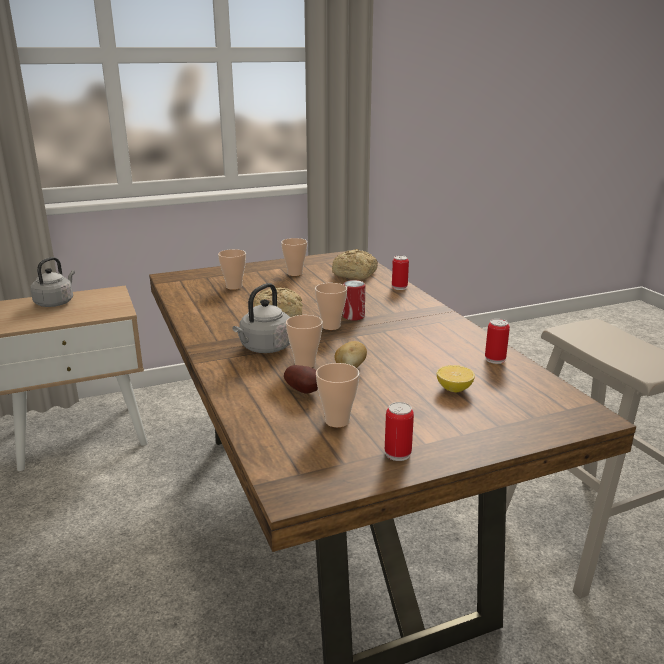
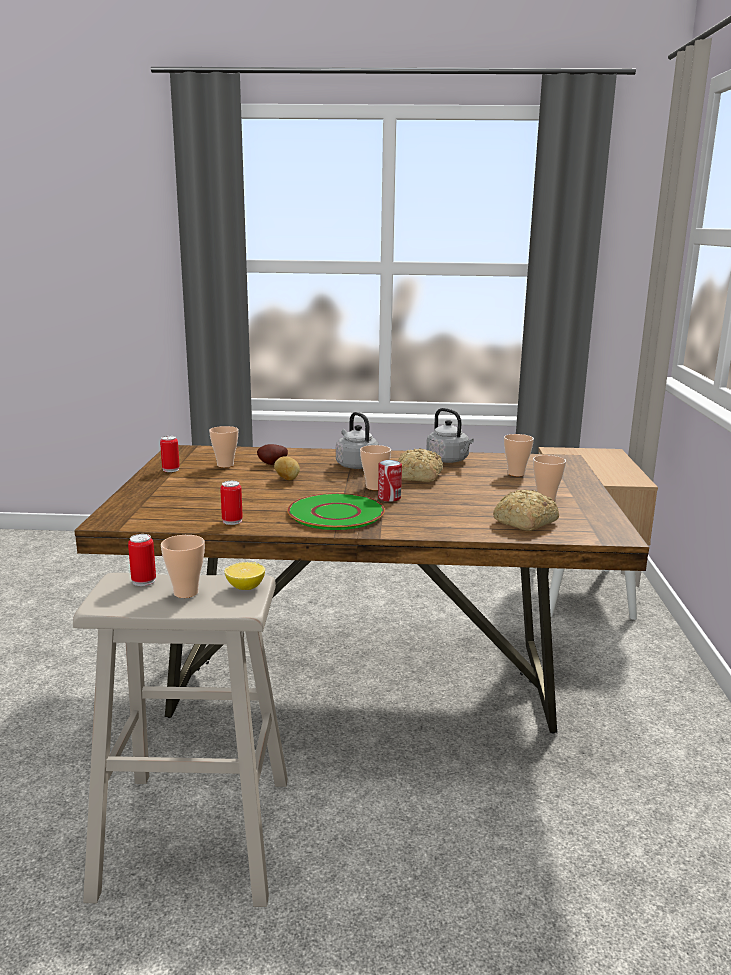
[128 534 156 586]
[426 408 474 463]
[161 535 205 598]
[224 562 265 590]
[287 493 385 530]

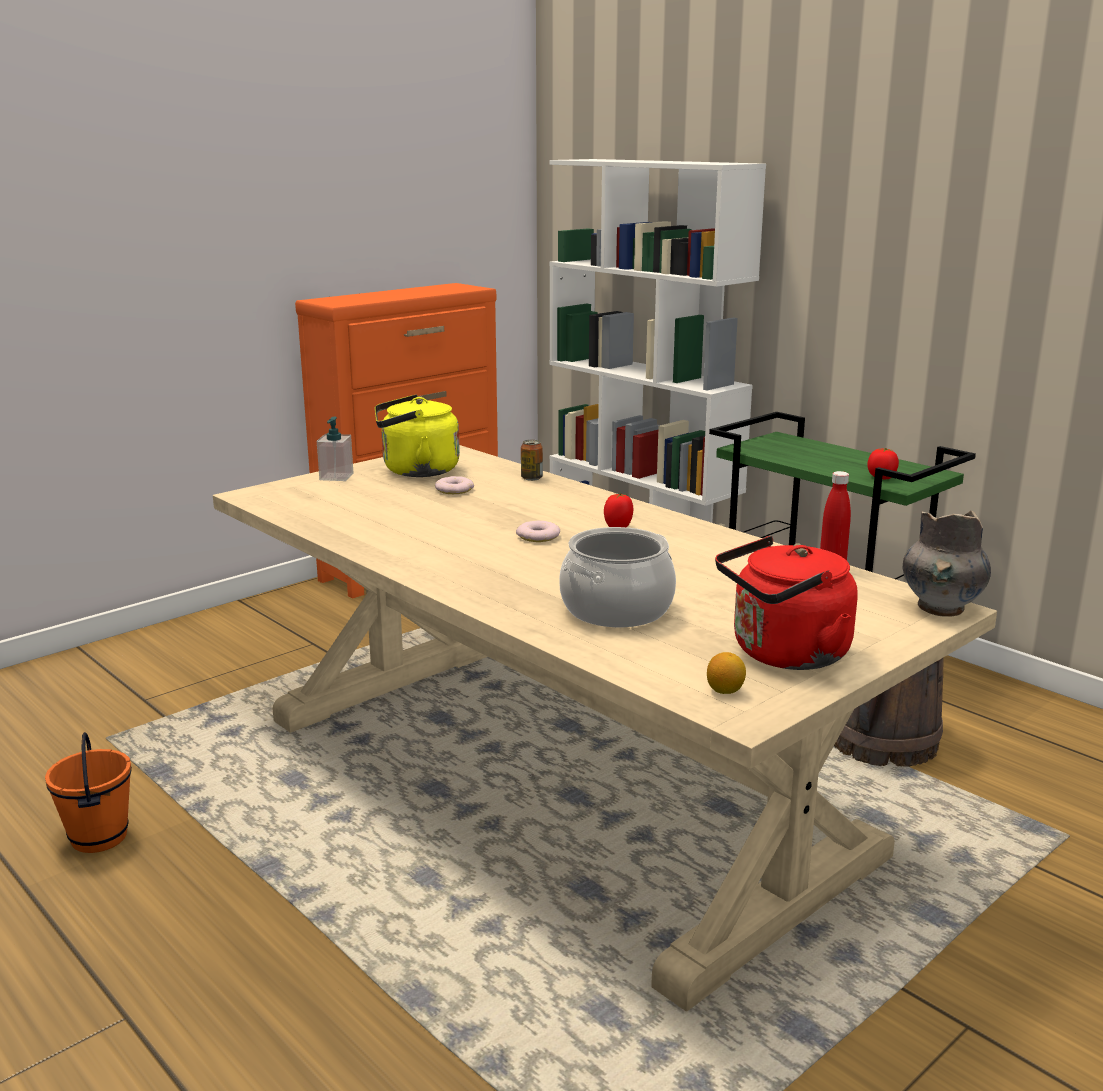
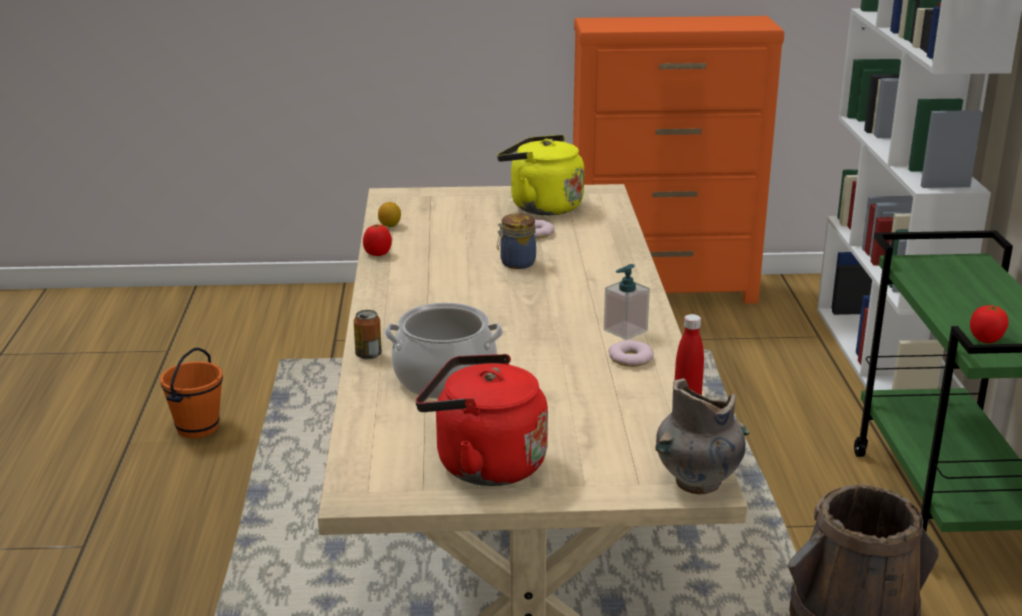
[604 264 650 340]
[354 310 381 360]
[363 224 392 256]
[608 340 654 367]
[378 202 401 227]
[497 213 536 269]

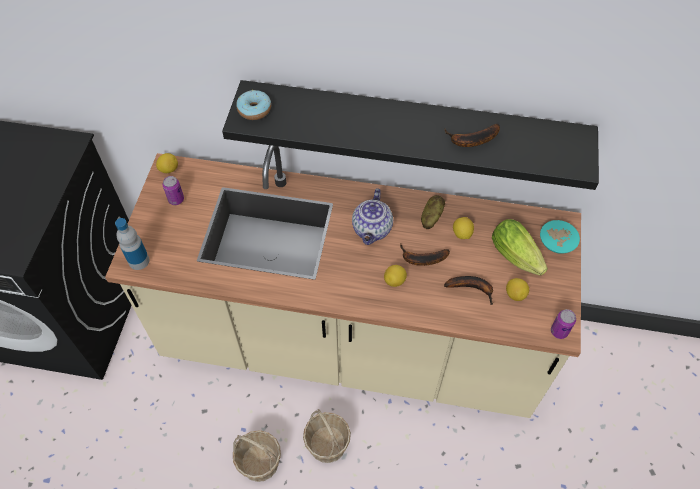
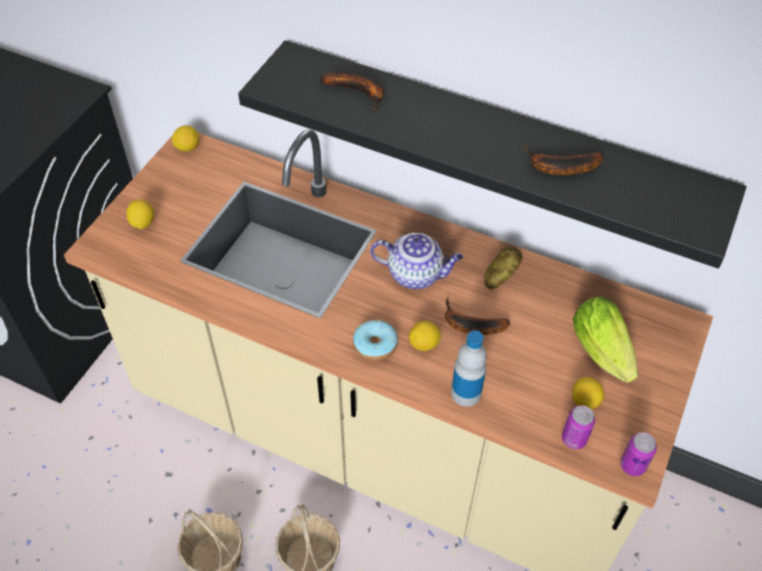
[353 320 398 361]
[562 406 595 449]
[370 233 463 289]
[126 199 154 229]
[451 330 487 407]
[540 220 580 254] (first image)
[320 72 384 112]

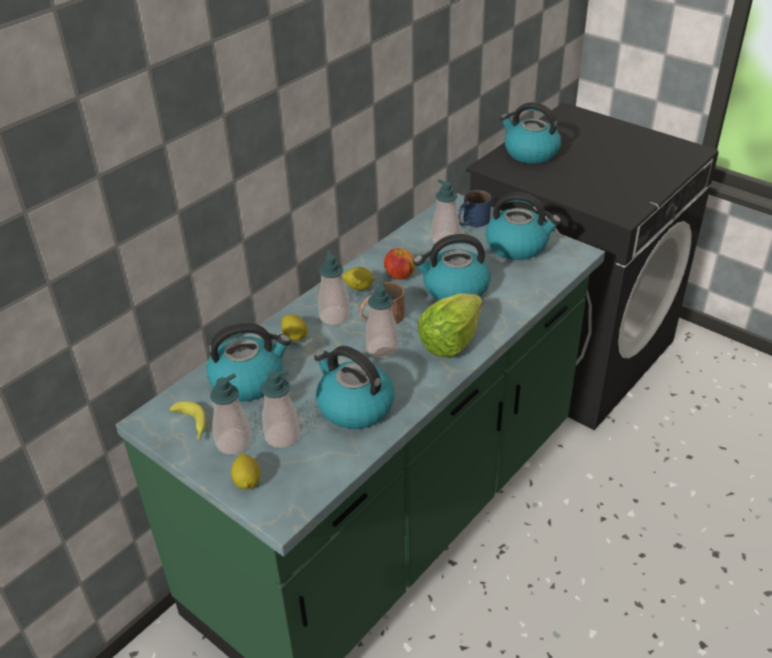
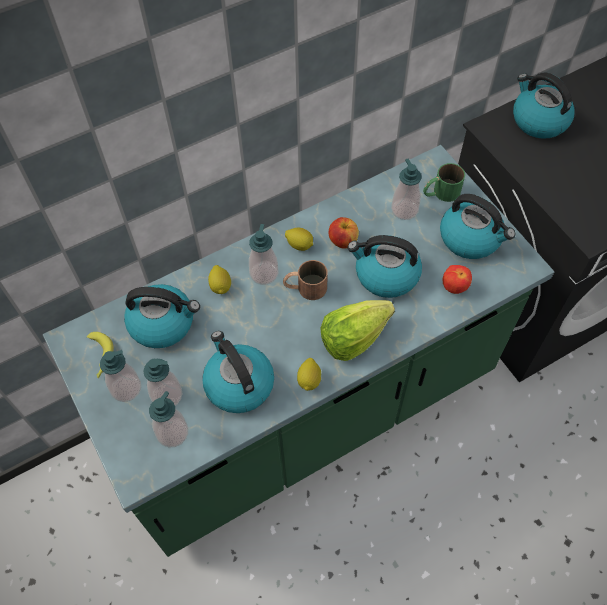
[423 163 465 202]
[149 391 188 447]
[297 358 322 391]
[443 265 472 294]

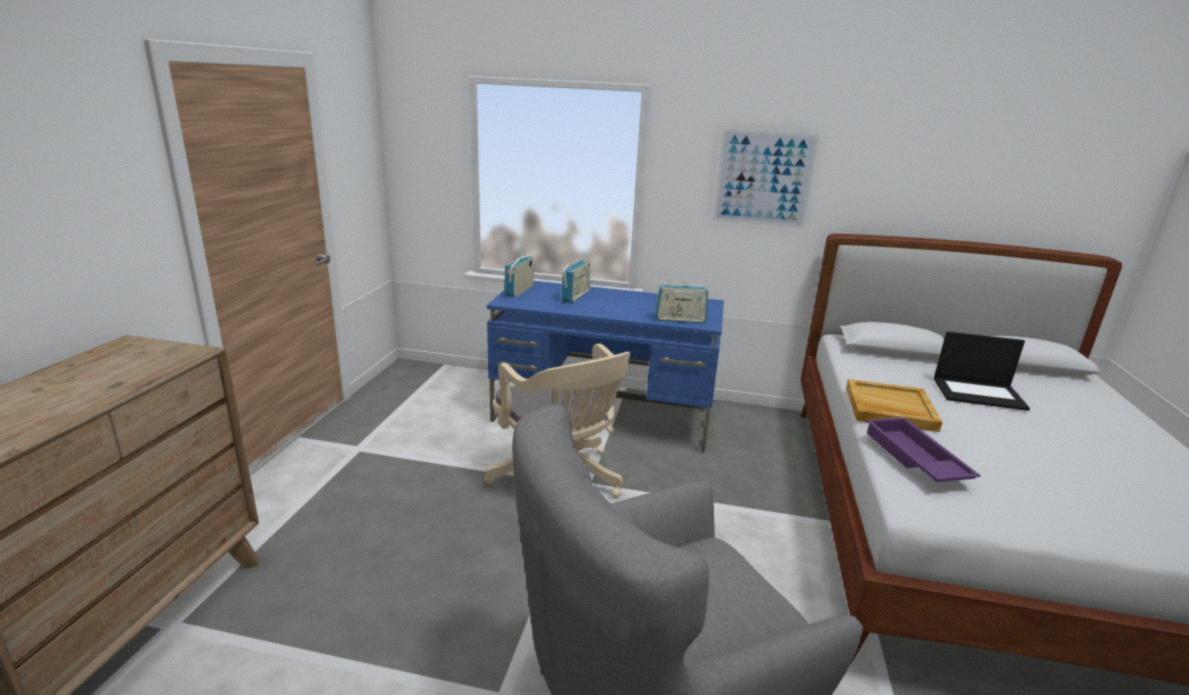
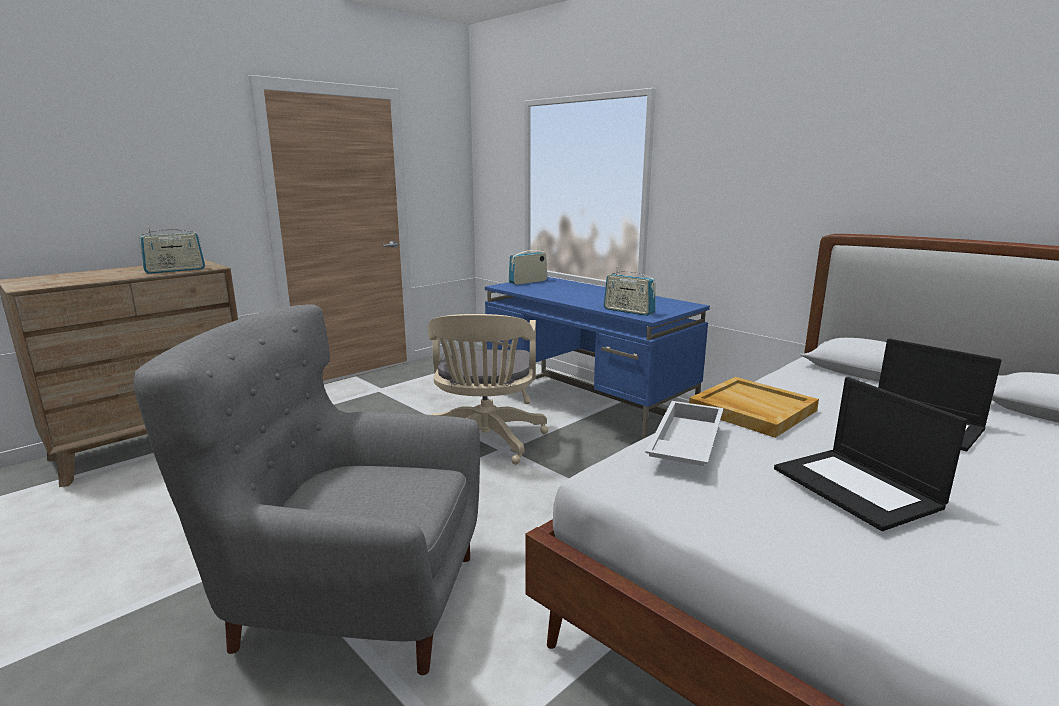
[713 128 819 228] (first image)
[139 226 205 274]
[645 401 724 466]
[774 377 968 531]

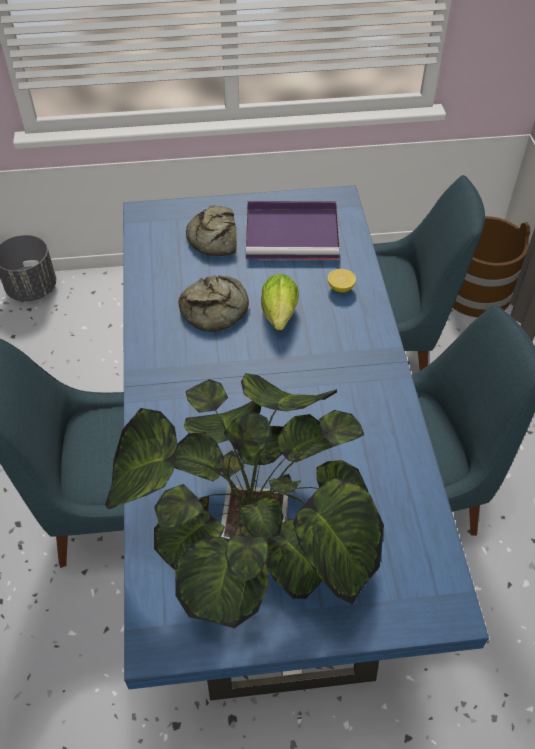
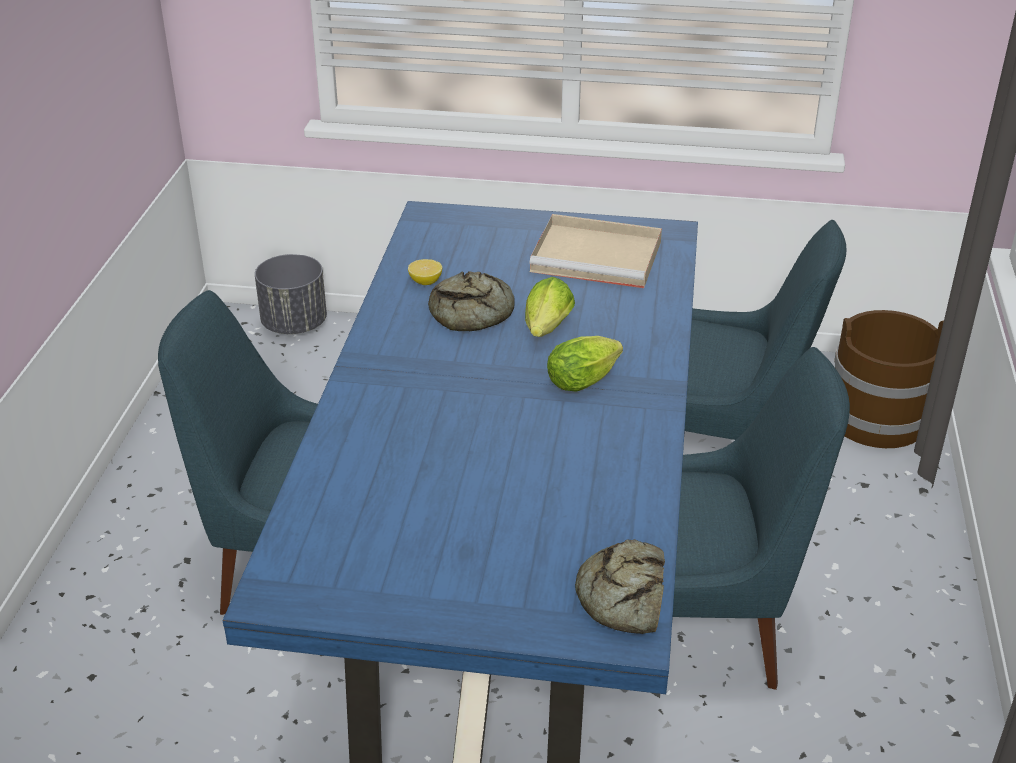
[529 214 662 288]
[575 539 665 634]
[408 259 442 285]
[105 373 384 628] (first image)
[547 336 623 392]

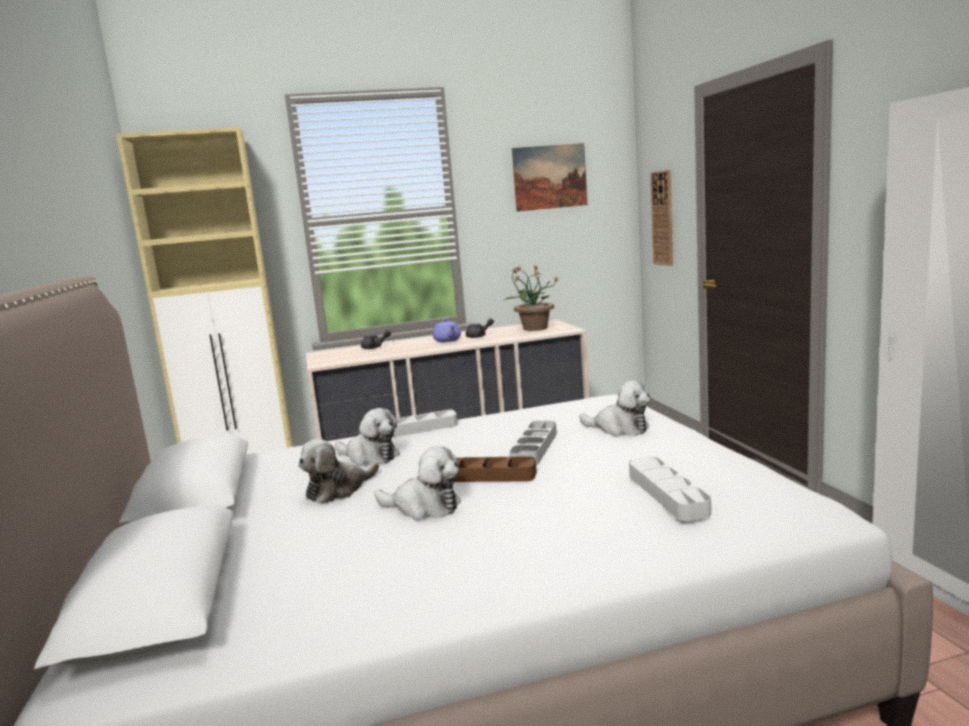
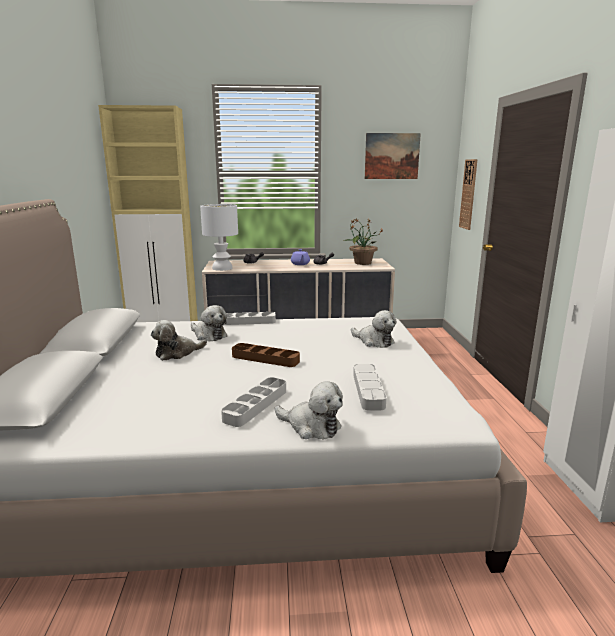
[221 377 286 427]
[274 381 343 440]
[200 204 238 271]

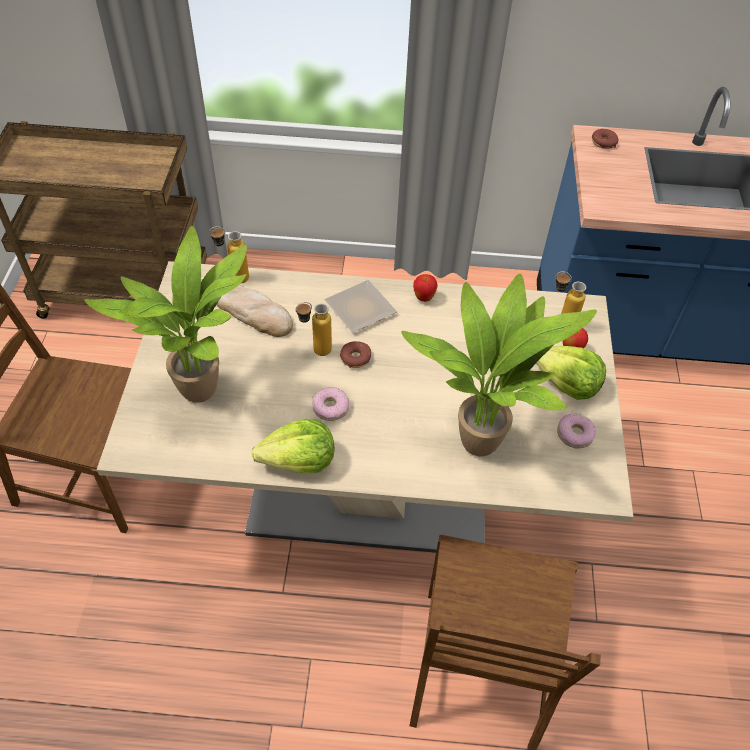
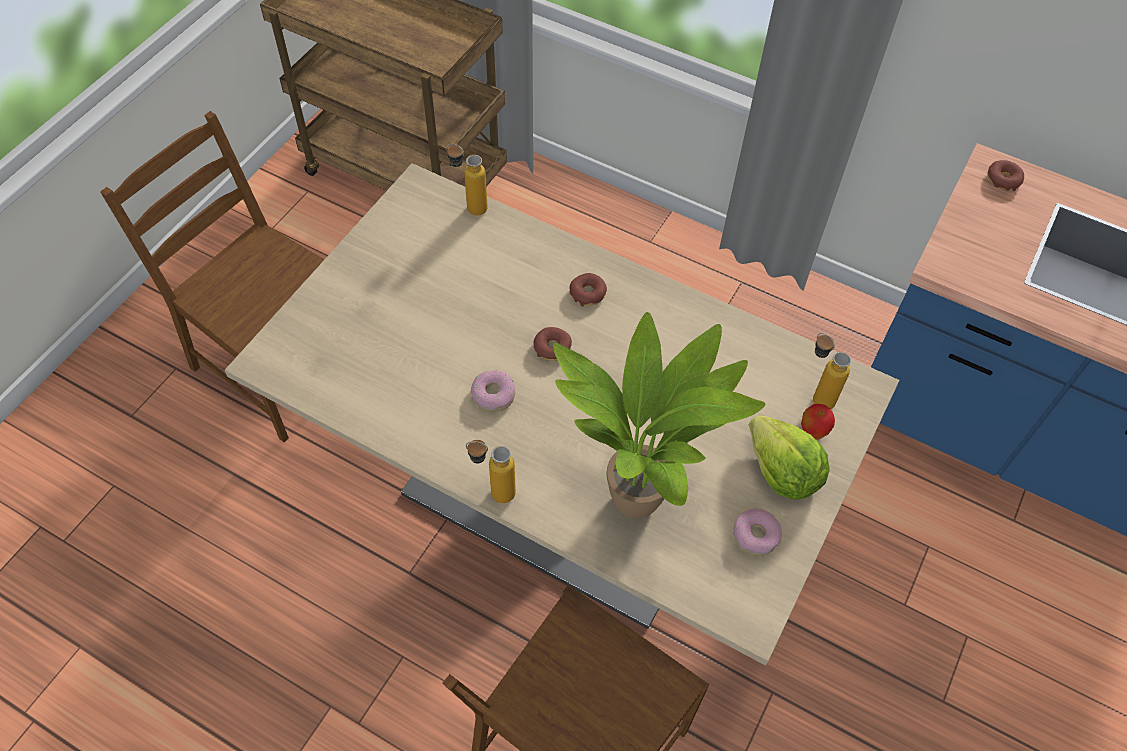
[84 226 247 403] (first image)
[413 274 438 302] (first image)
[570 273 607 307]
[216 285 293 337] (first image)
[466 440 516 503]
[252 419 334 473] (first image)

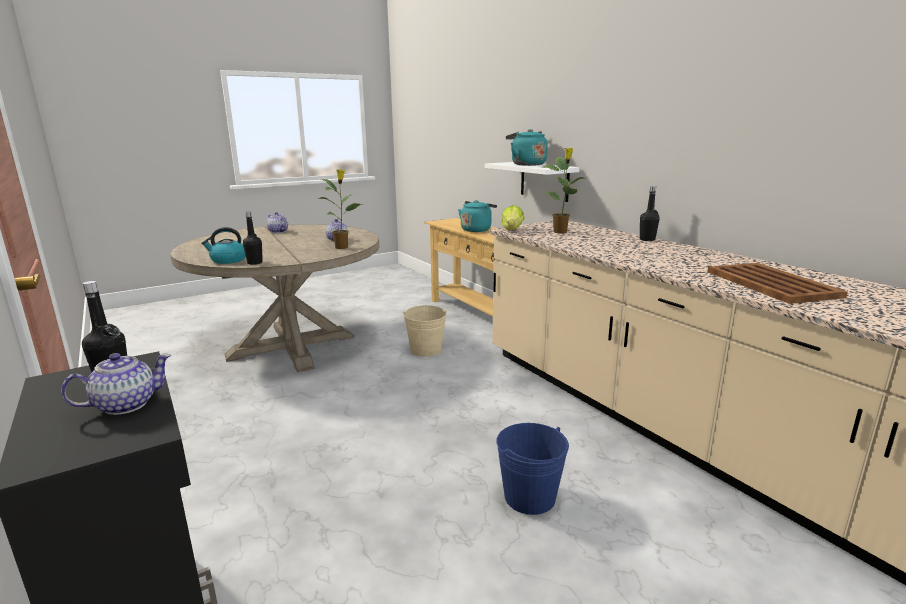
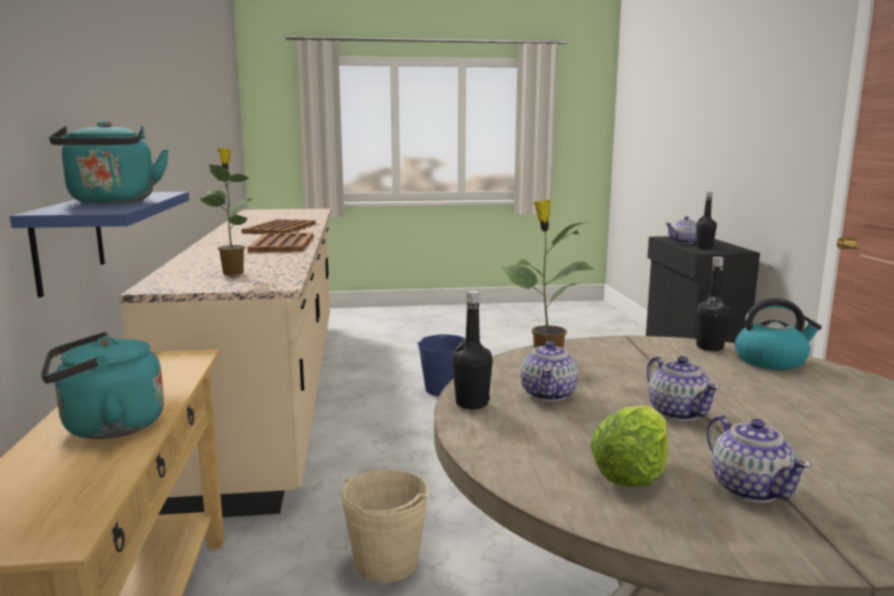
[10 192 189 297]
[452 291 493 409]
[590 406 668 487]
[248 233 313 252]
[647 356 720 421]

